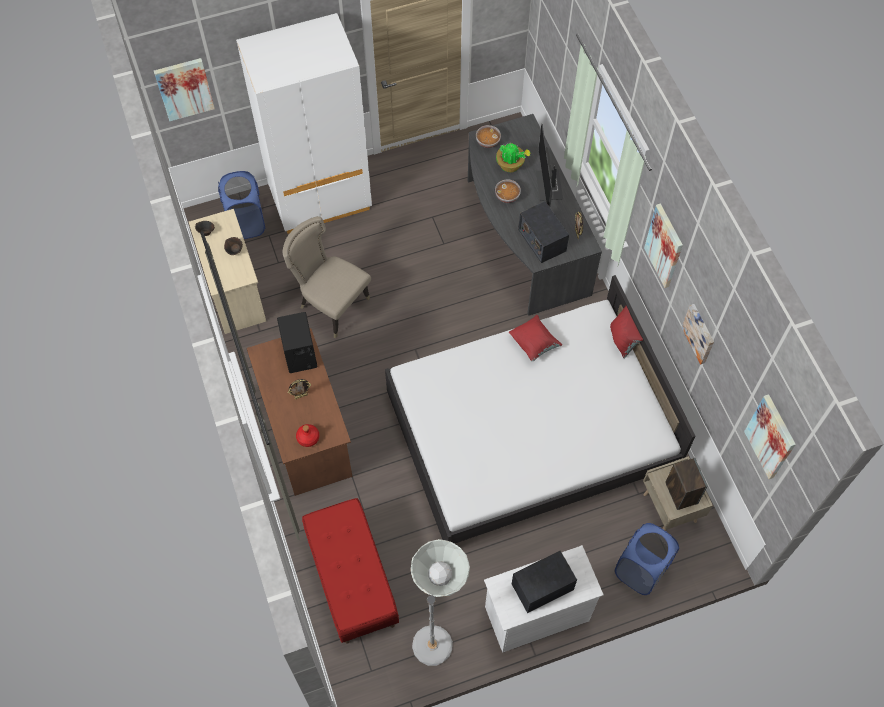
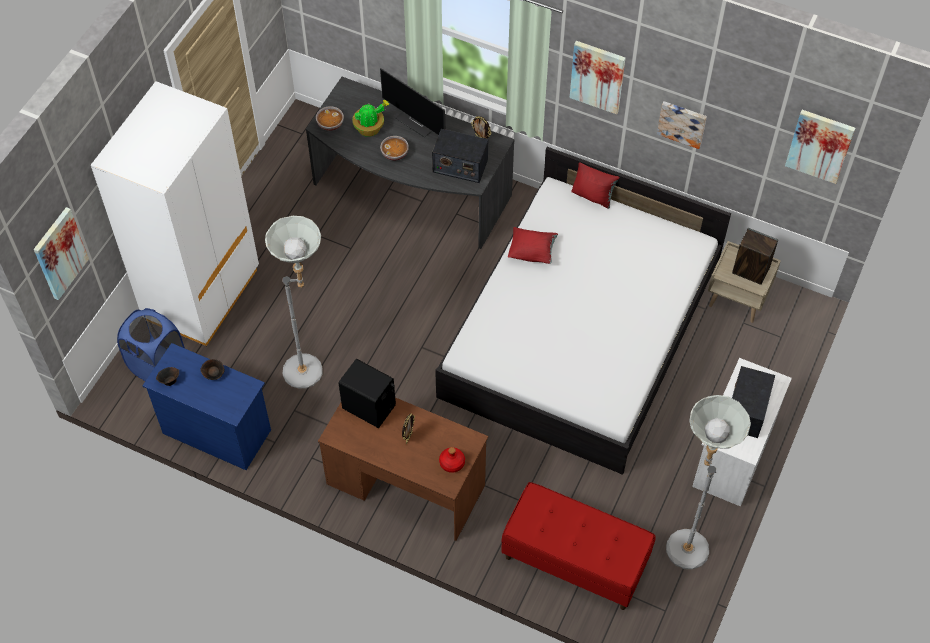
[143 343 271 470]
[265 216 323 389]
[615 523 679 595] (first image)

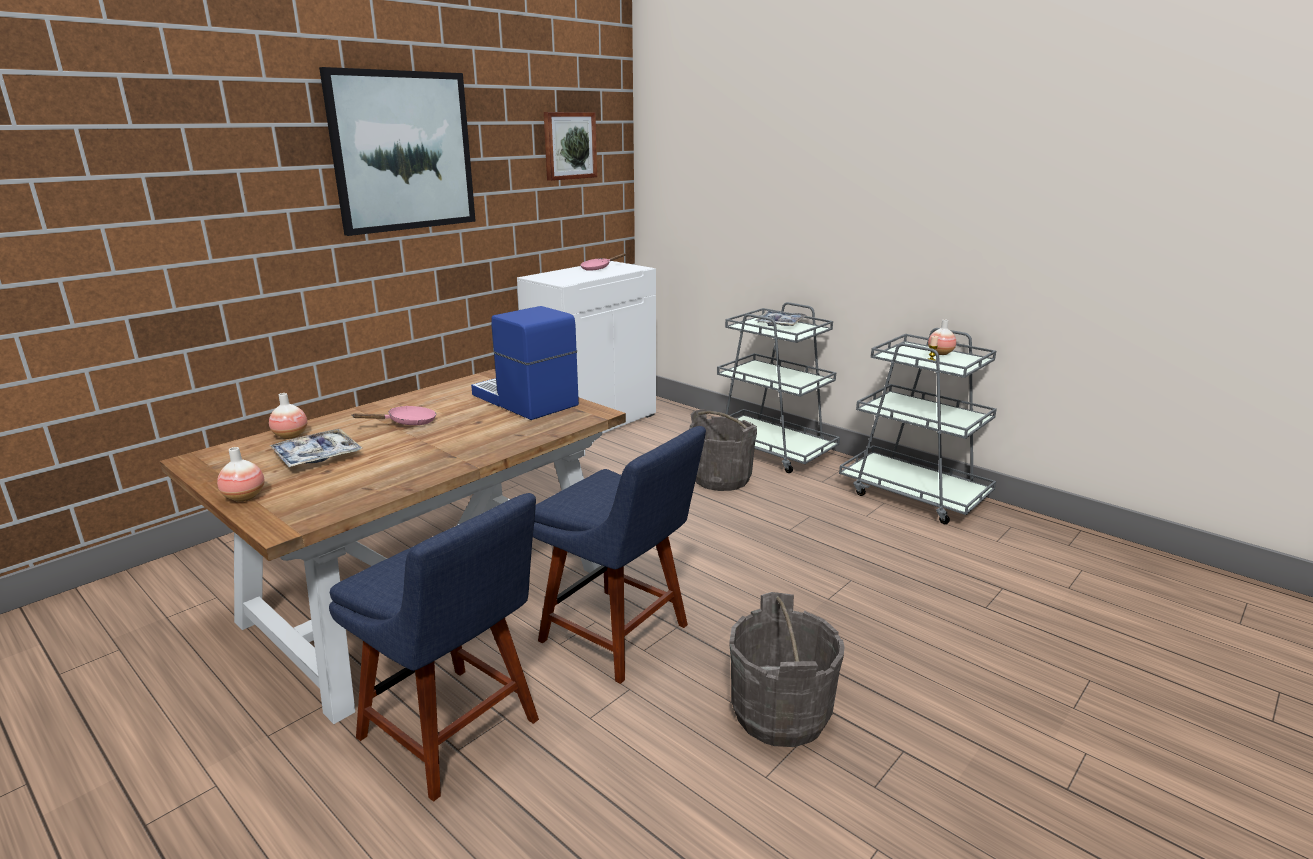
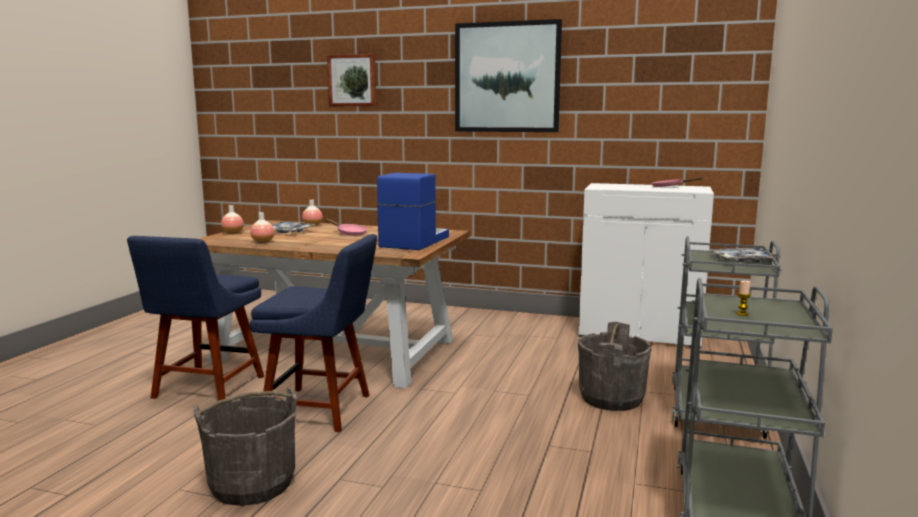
[327 54 376 107]
[250 212 274 243]
[250 234 377 432]

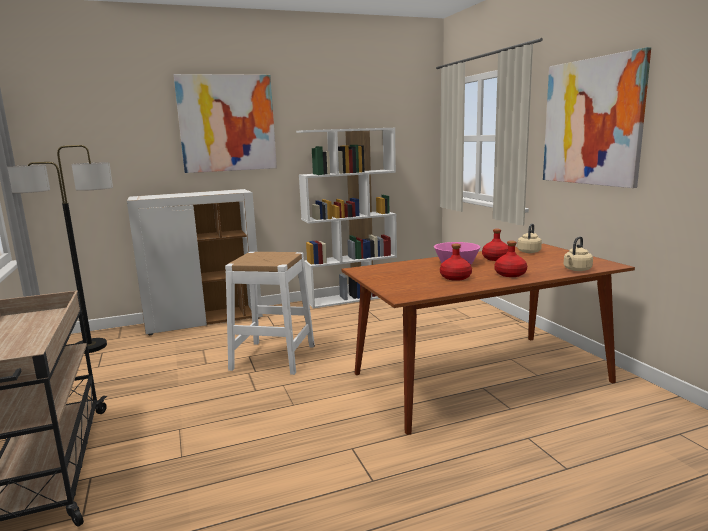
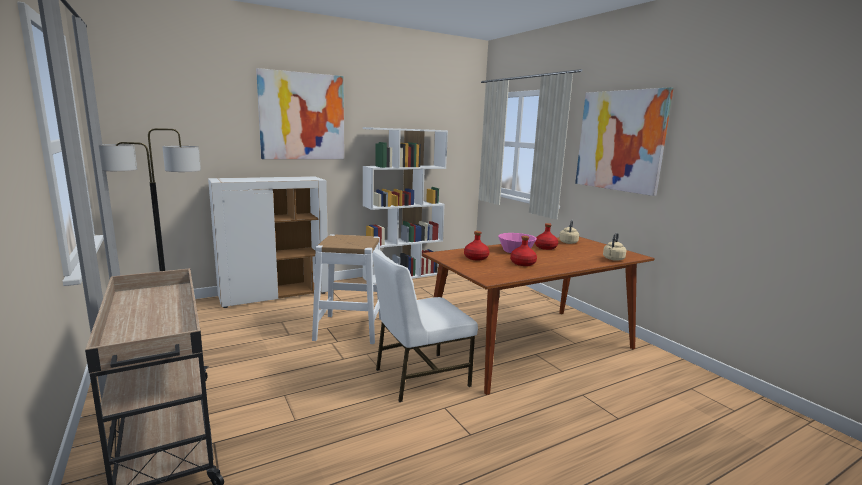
[464 231 490 261]
[372 249 478 402]

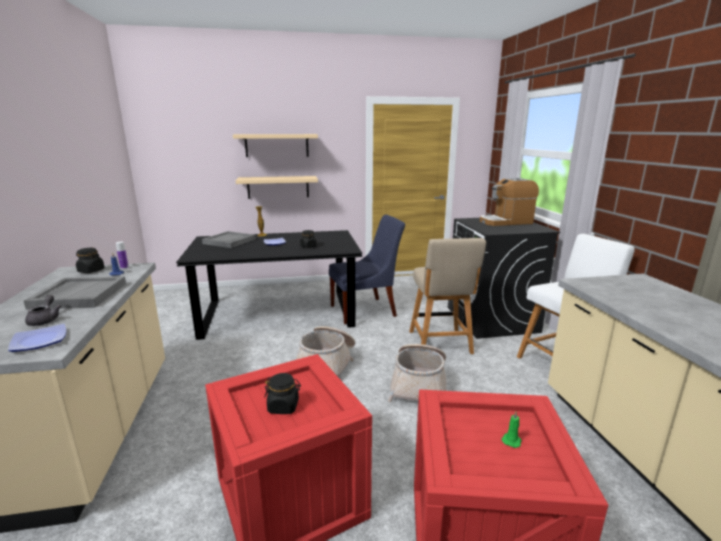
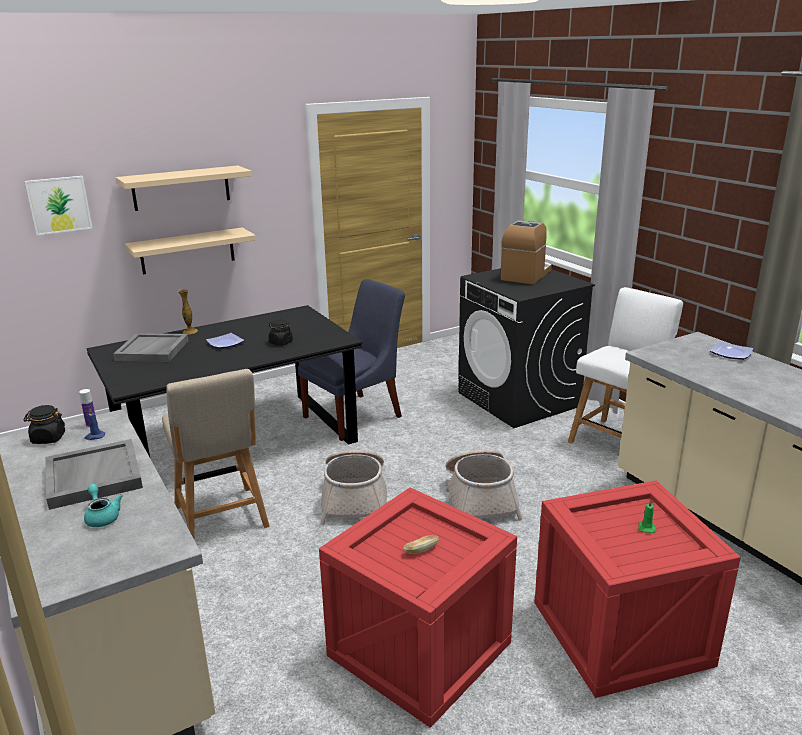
[500 220 552 285]
[162 369 270 538]
[84 484 123 527]
[710 341 753 360]
[403 535 439 554]
[24 176 93 235]

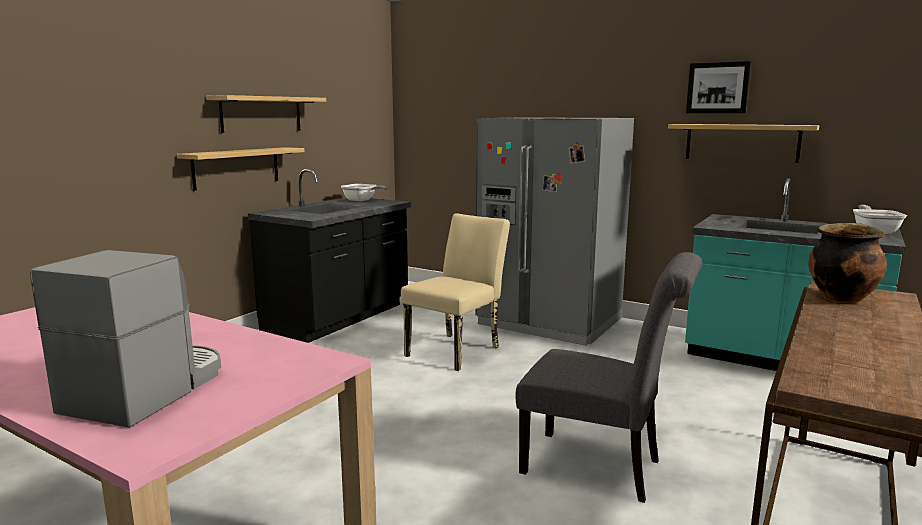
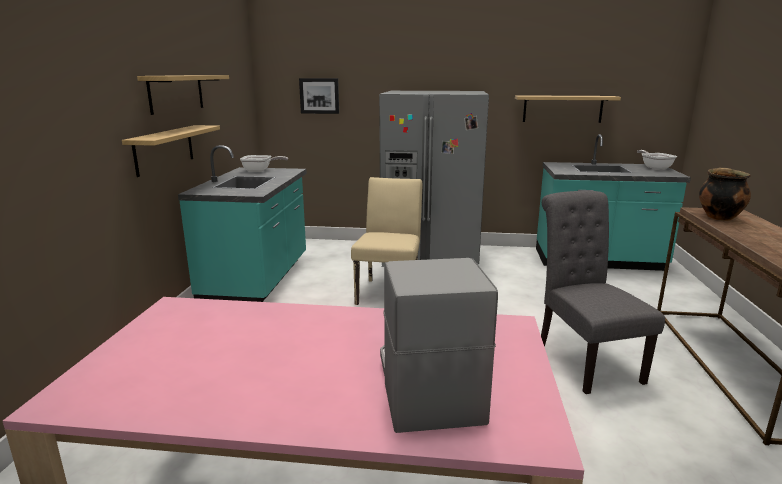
[299 78 339 114]
[178 145 307 302]
[541 191 665 394]

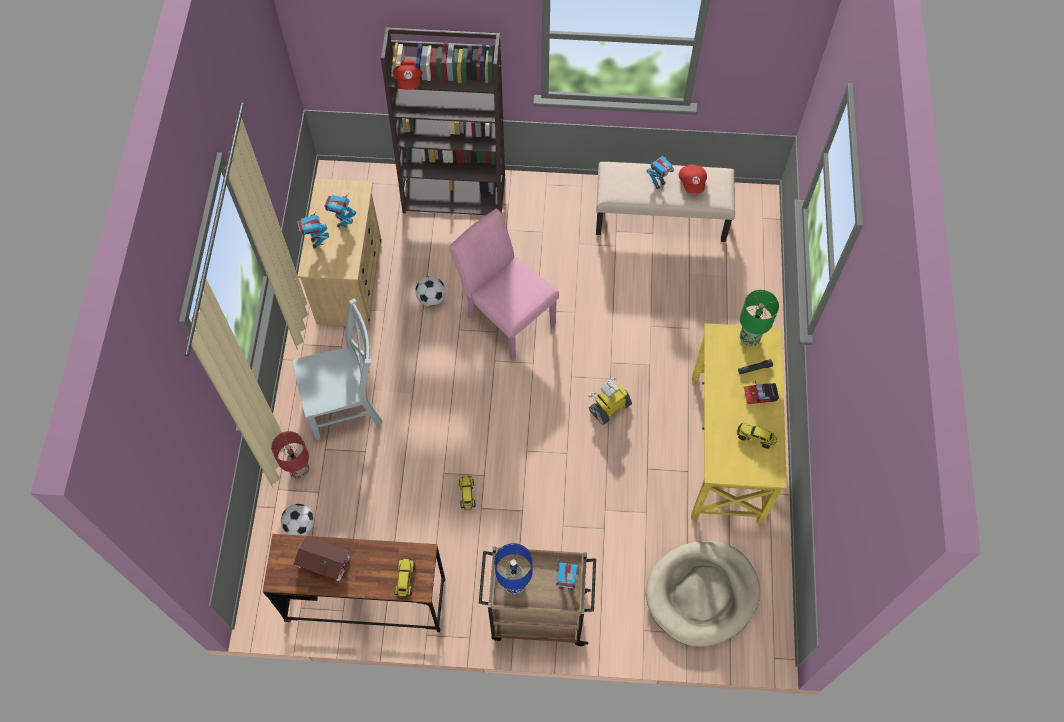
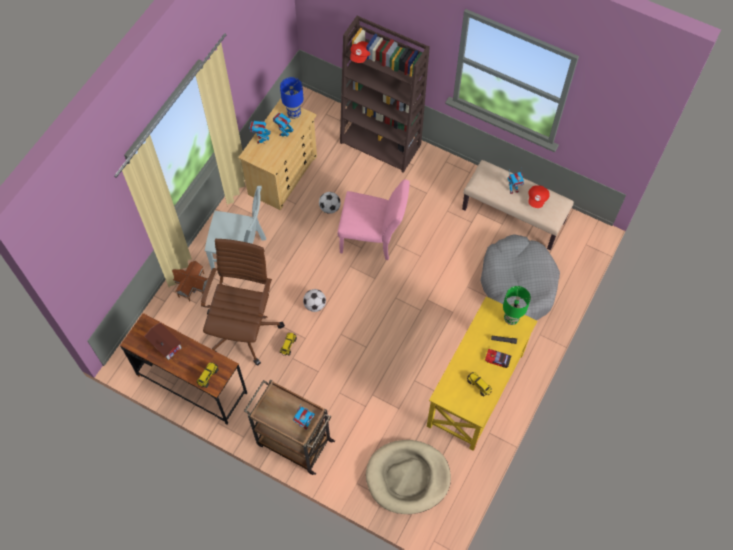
[338 180 410 260]
[589 377 632 425] (first image)
[172 261 208 301]
[303 289 326 312]
[280 77 304 119]
[480 234 560 320]
[201 239 285 365]

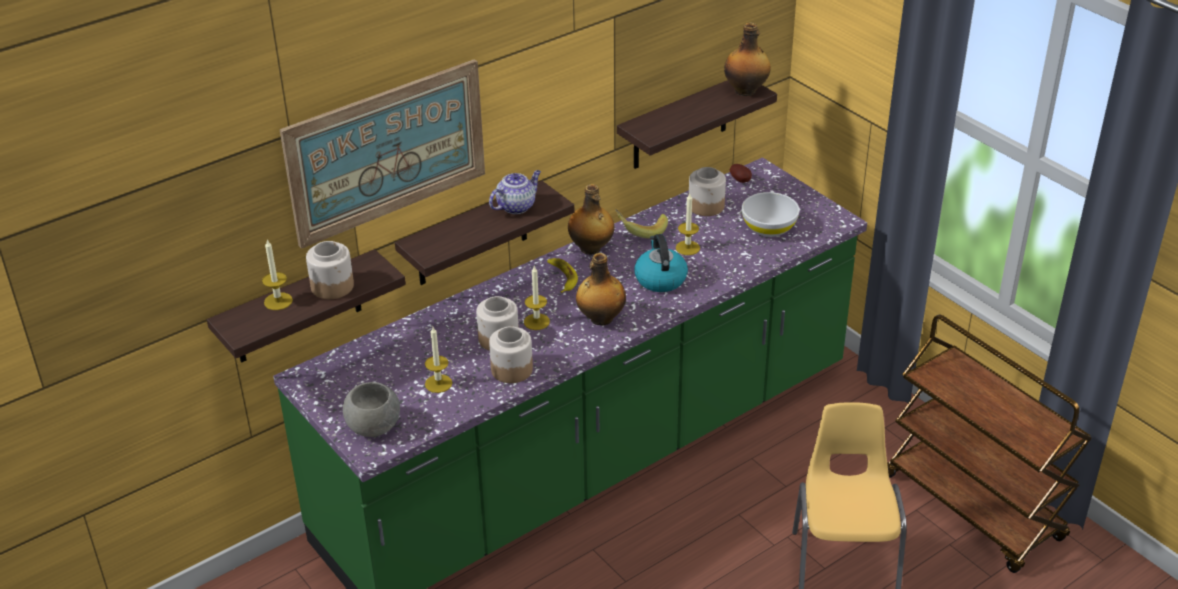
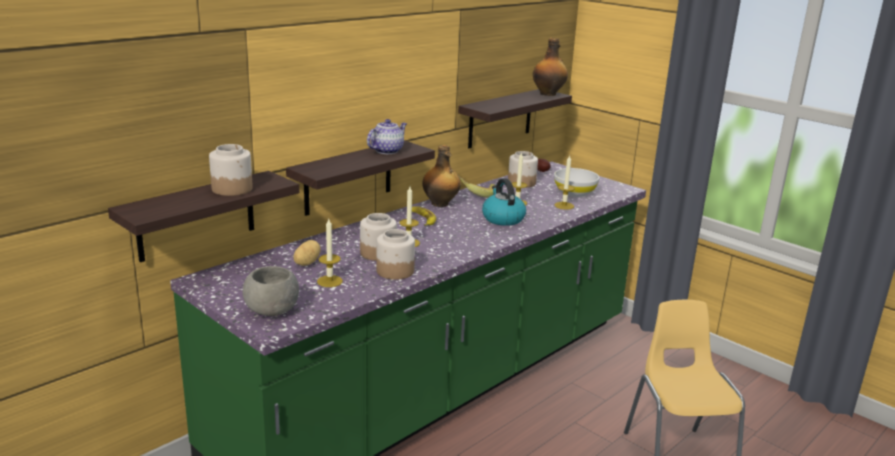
[280 59 485 249] (first image)
[555 155 575 209]
[576 253 626 325] (first image)
[887 314 1092 573] (first image)
[293 240 321 266]

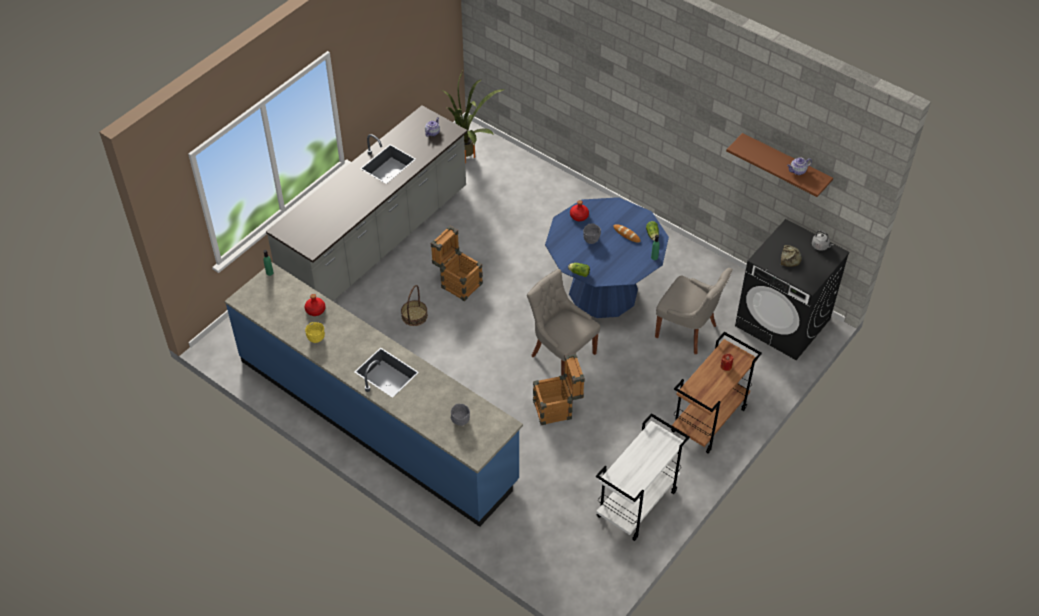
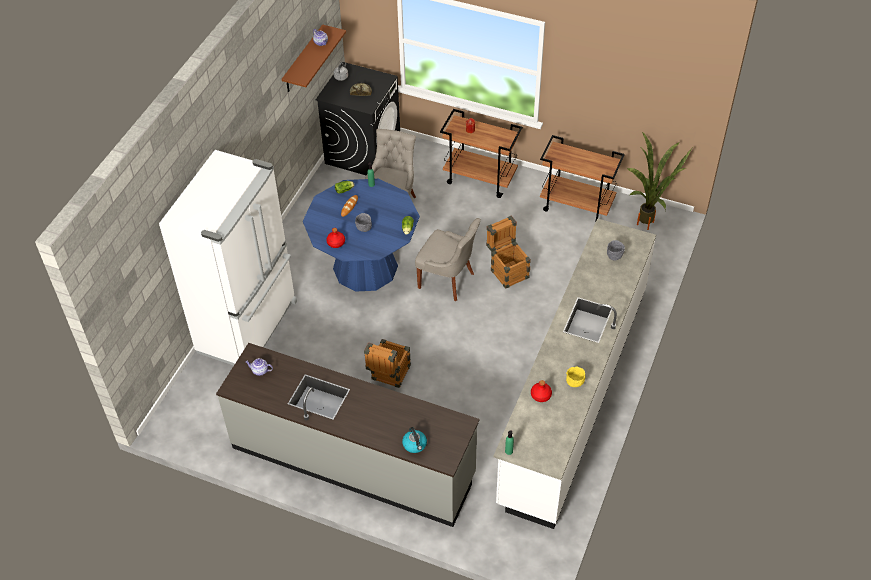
[627 132 692 230]
[494 218 656 529]
[415 218 481 301]
[401 285 428 326] (first image)
[540 135 625 223]
[159 150 297 366]
[402 427 427 453]

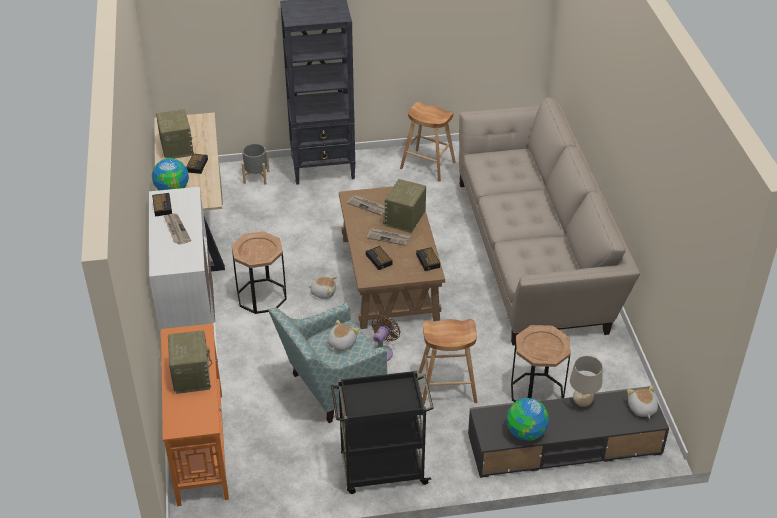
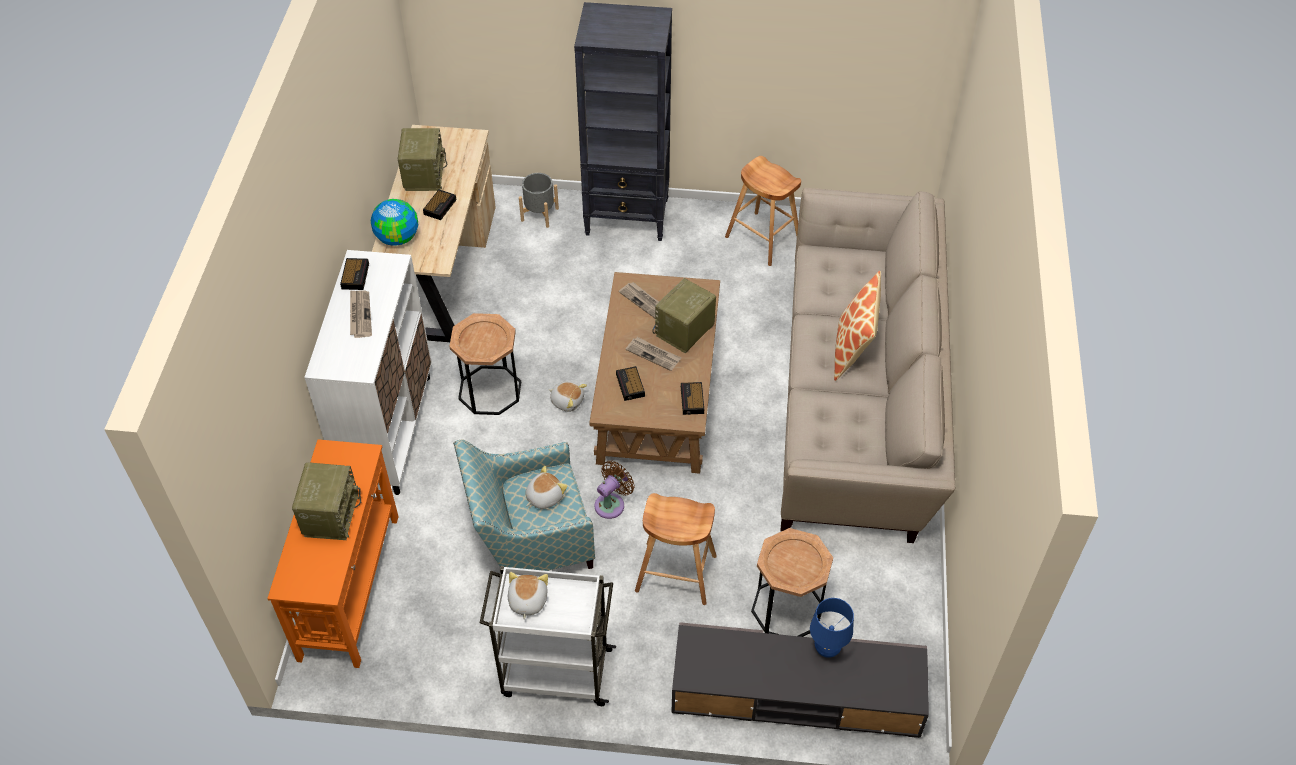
[810 598 854 658]
[480 566 616 706]
[508 572 548 620]
[507 398 549 441] (first image)
[834 271 881 381]

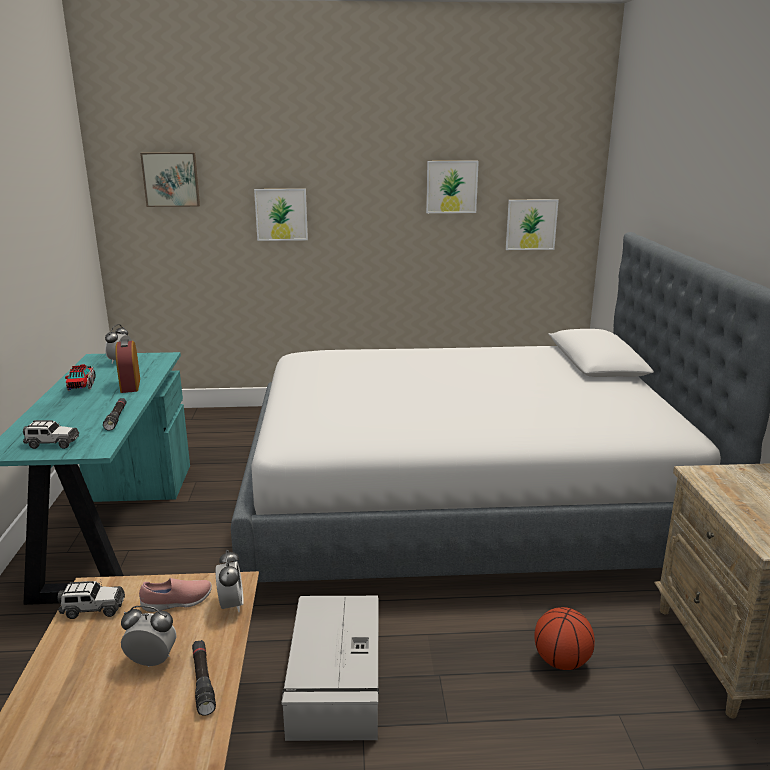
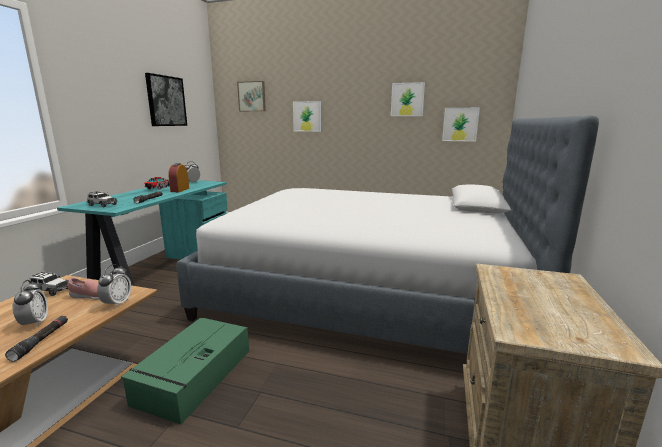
[121 318 249 425]
[13 280 48 327]
[534 607 595 670] (first image)
[145 73 187 126]

